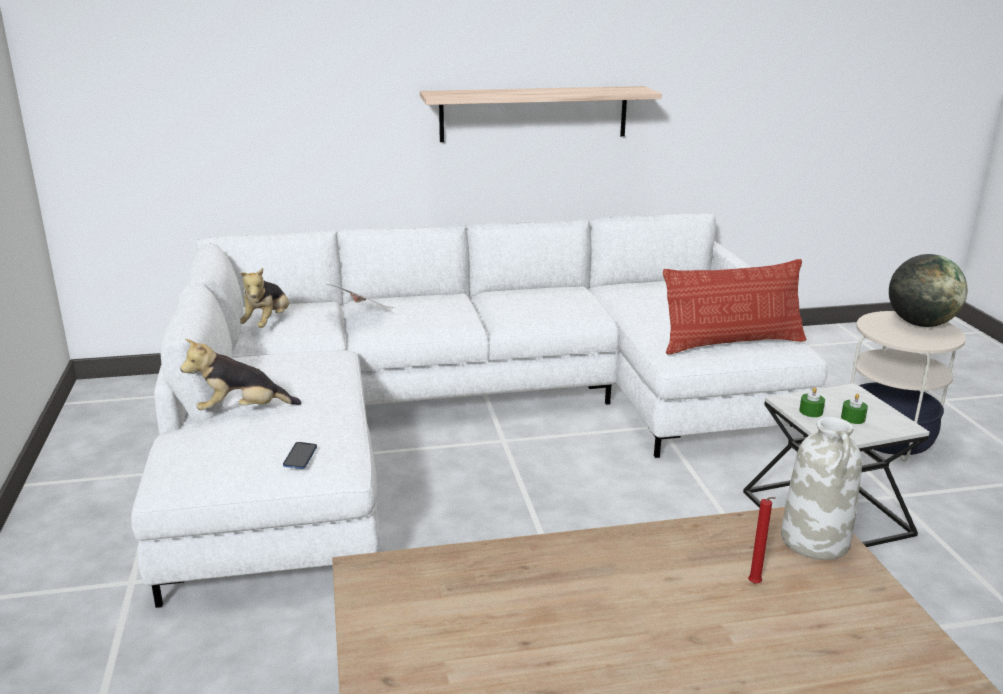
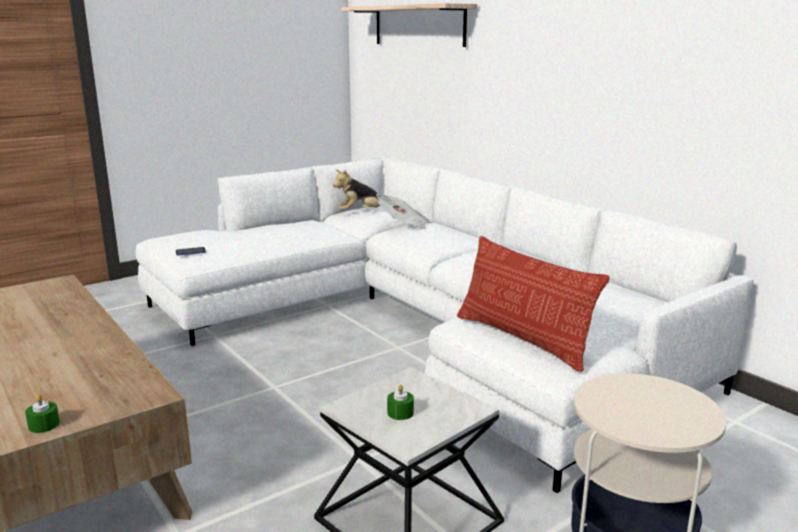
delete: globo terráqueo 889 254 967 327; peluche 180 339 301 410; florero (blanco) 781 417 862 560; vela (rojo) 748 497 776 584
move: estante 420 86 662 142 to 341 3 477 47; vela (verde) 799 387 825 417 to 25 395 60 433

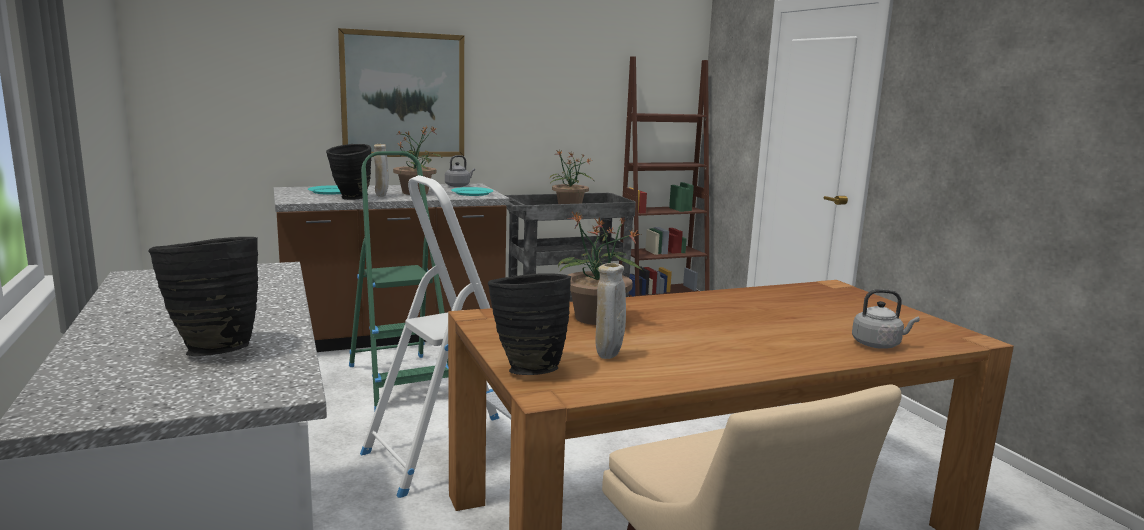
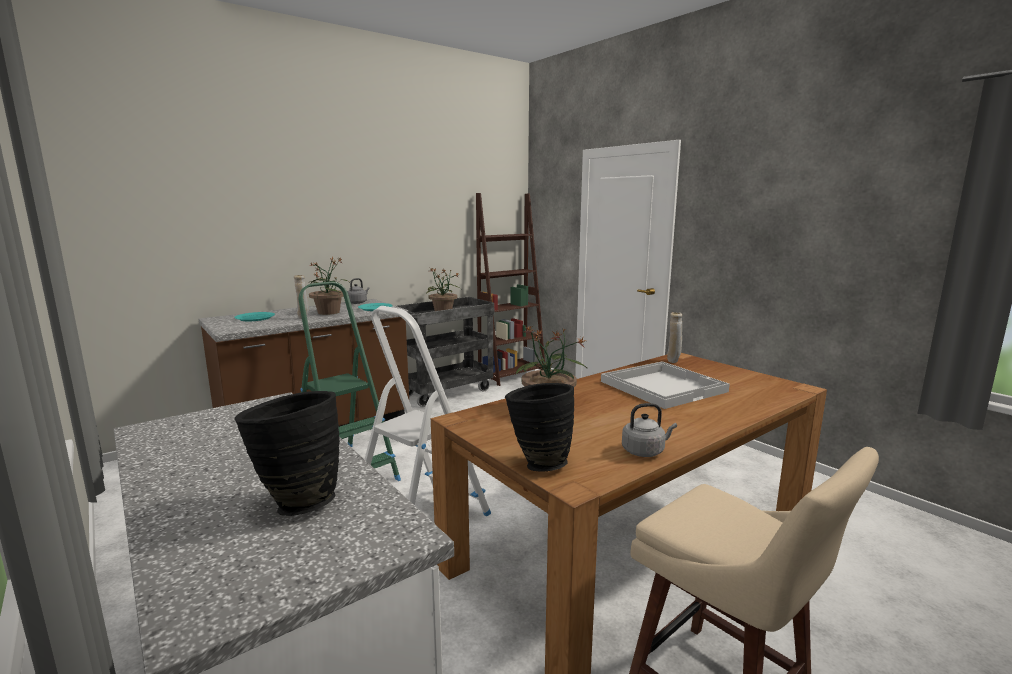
delete: cuadro 338 28 464 157; florero (negro) 326 144 371 200
insert: bandeja (blanco) 601 361 730 409
move: florero (beis) 596 263 626 359 to 667 312 682 363; hervidor (gris) 852 289 920 348 to 622 403 677 457

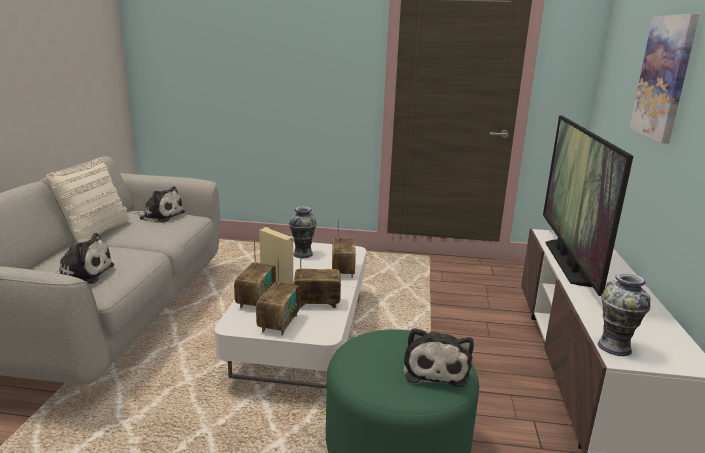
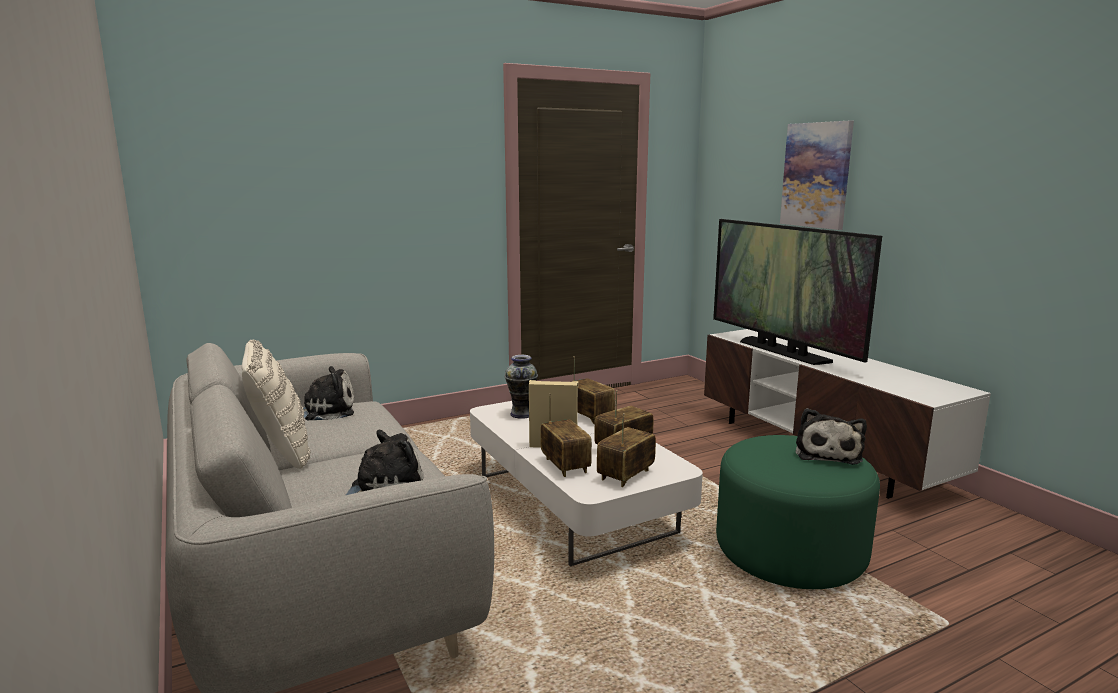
delete: florero 598 273 651 356
rotate: radio 256 258 300 336 = 597 413 656 487 120 degrees counterclockwise; peluche 404 328 474 387 = 796 408 867 465 45 degrees clockwise

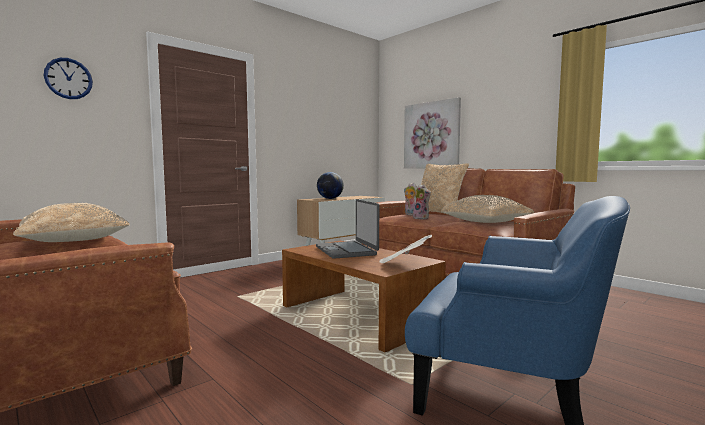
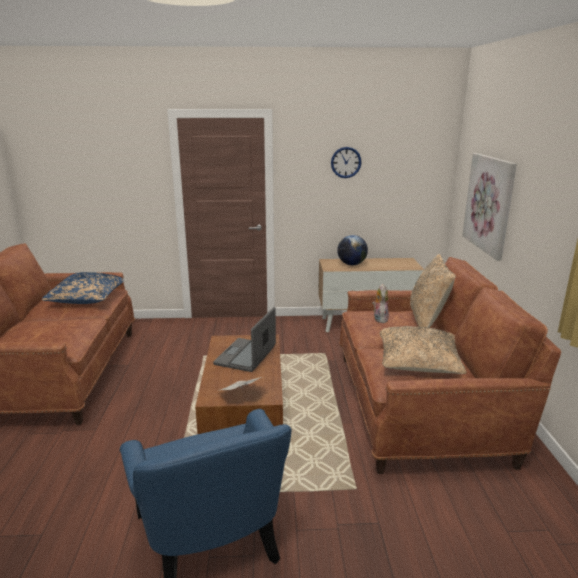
delete: peluche 413 184 431 220
move: reloj de pared 44 58 93 99 to 331 147 362 178
recolor: cojín (beis) 14 203 130 242 to cojín (azul) 42 272 124 304

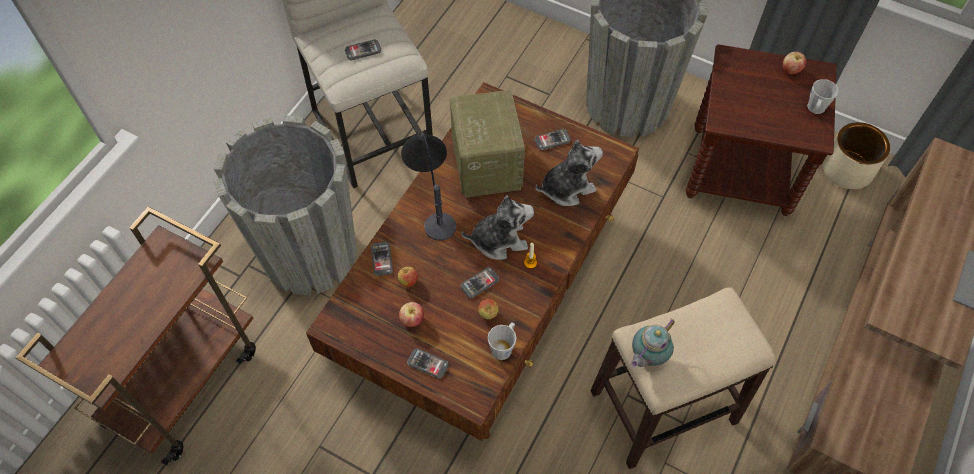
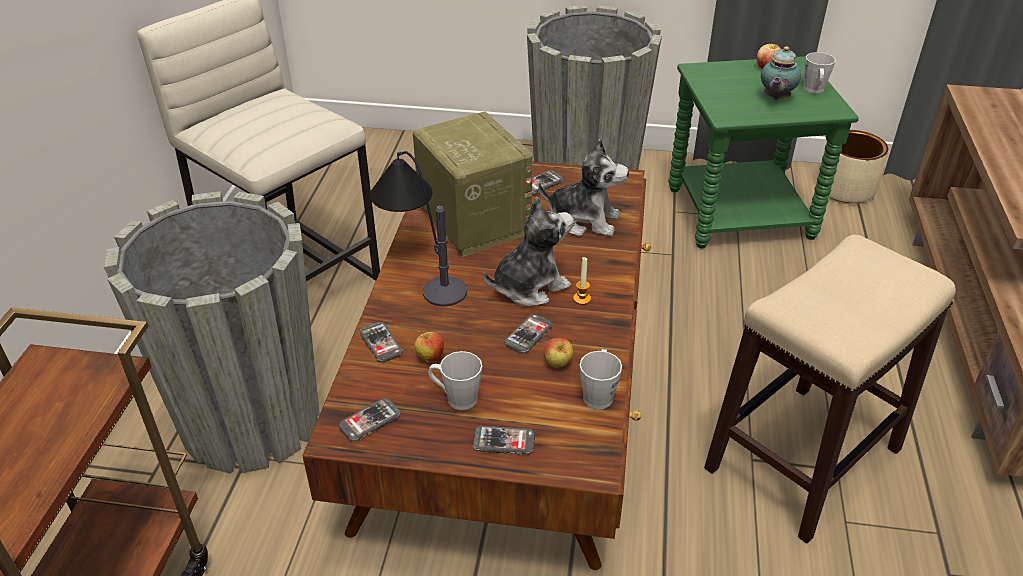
move: móvil 345 39 381 60 to 339 398 400 442; tetera 631 318 674 367 to 761 46 801 100
replace: manzana 399 302 424 327 to taza grande (gris) 428 351 482 410
recolor: mesa auxiliar (marrón) 686 44 837 216 to mesa auxiliar (verde) 668 56 859 249
rotate: peluche 535 140 603 206 = 538 139 629 237 60 degrees clockwise

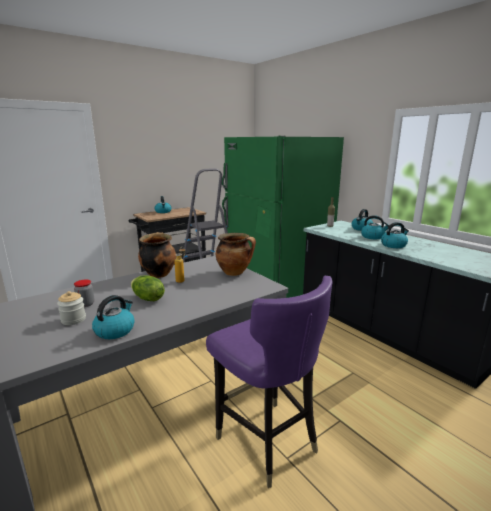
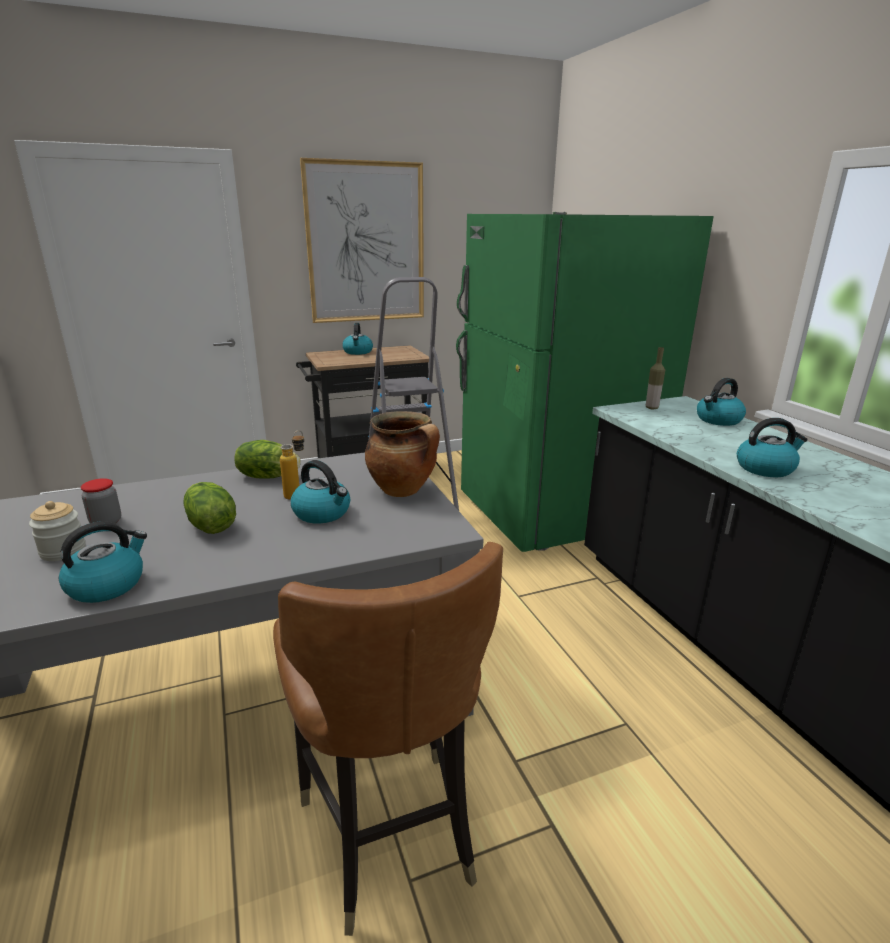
insert: cuadro 300 158 424 323
move: hervidor 361 215 390 239 to 291 460 350 523
replace: olla 138 232 176 278 to lechuga 235 440 301 479
recolor: silla (morado) 206 276 333 488 to silla (marrón) 273 542 503 936

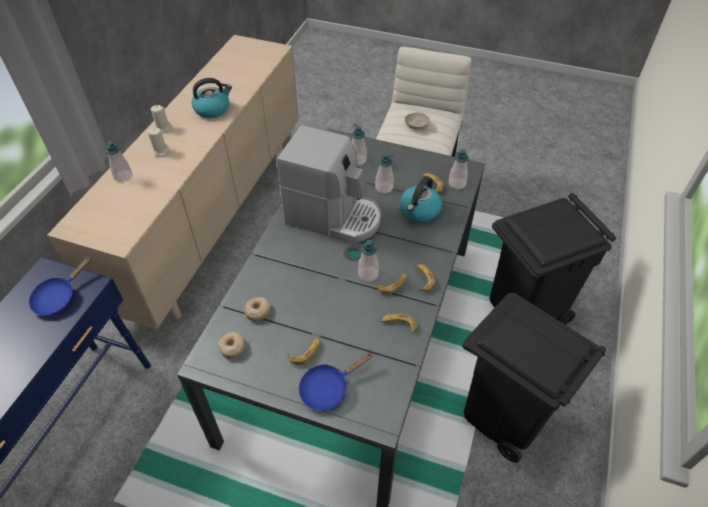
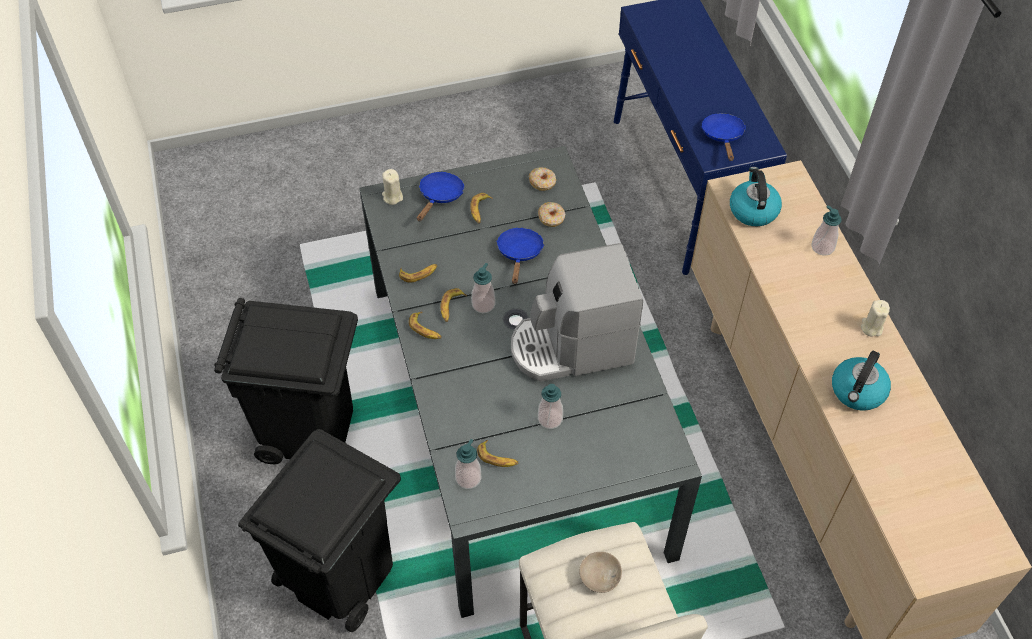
delete: dispensador de jabón 352 124 367 165
insert: sartén (azul) 497 228 544 284
move: vela (beis) 148 128 169 157 to 382 169 403 205; hervidor 400 176 442 222 to 730 167 782 227

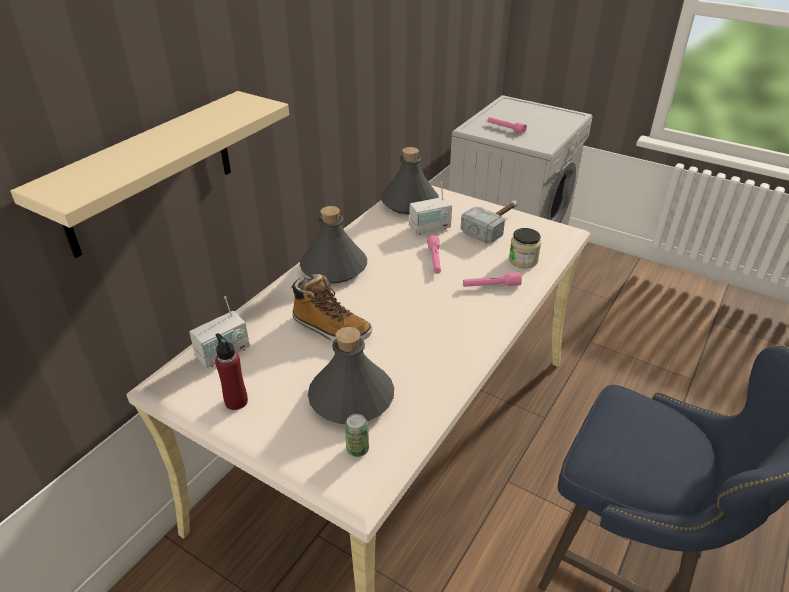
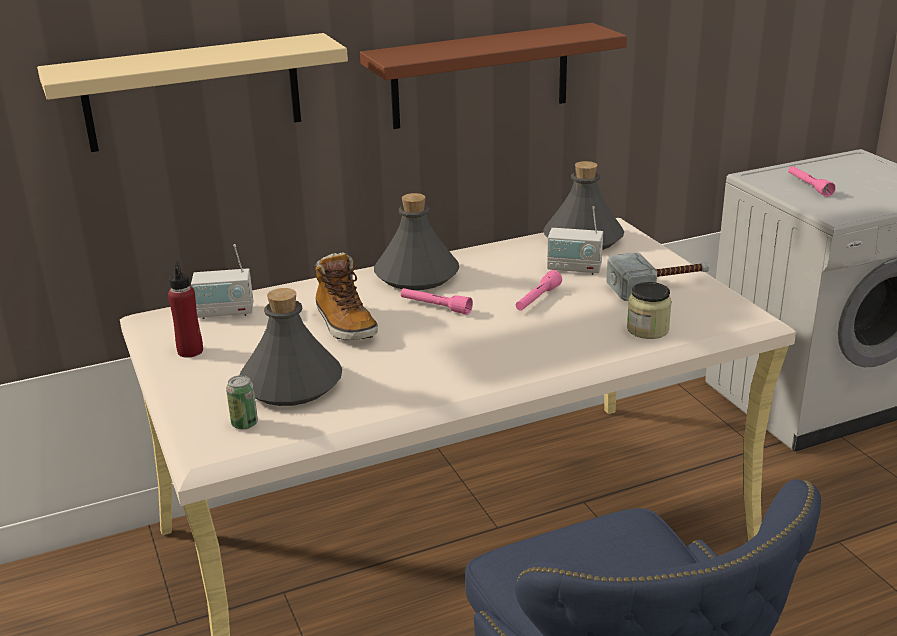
insert: estante (marrón) 360 23 627 129
move: linterna (rosa) 463 272 522 287 to 401 288 473 315

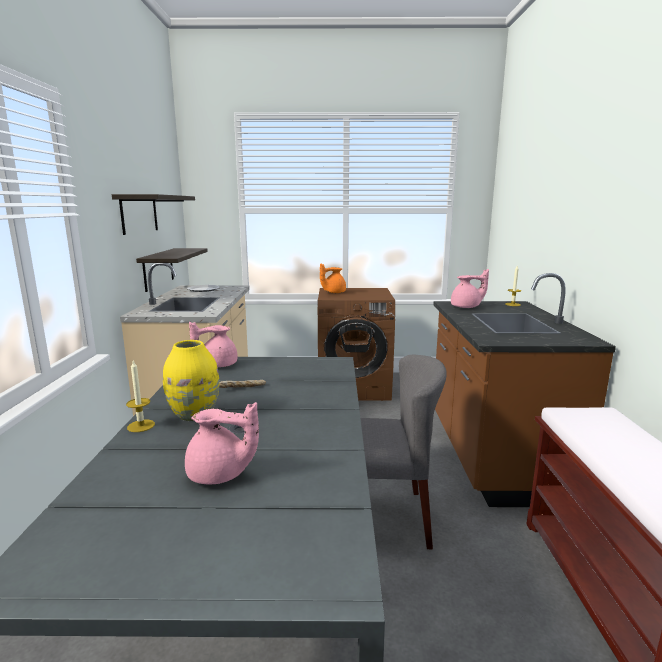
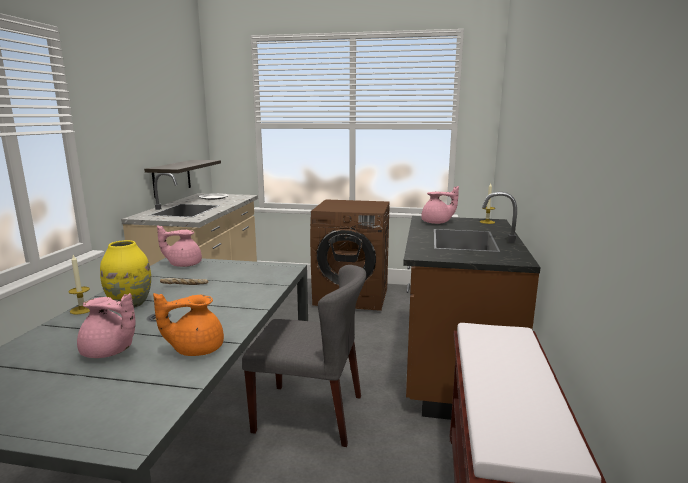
delete: estante 112 194 195 235
move: tetera (naranja) 320 264 346 293 to 153 293 224 356

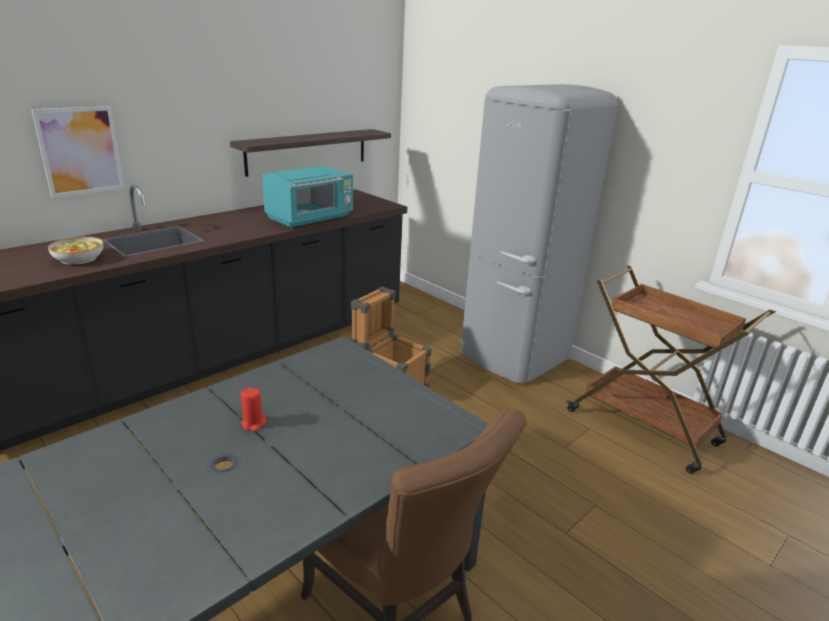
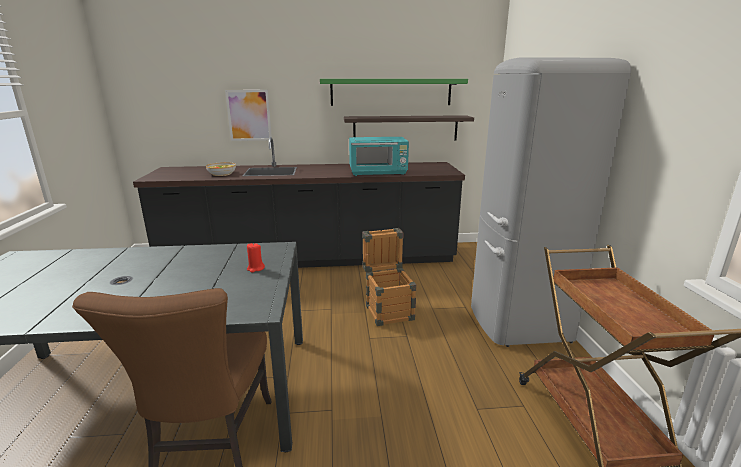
insert: estante (verde) 320 79 468 106
move: vela (rojo) 241 388 266 431 to 247 243 265 273

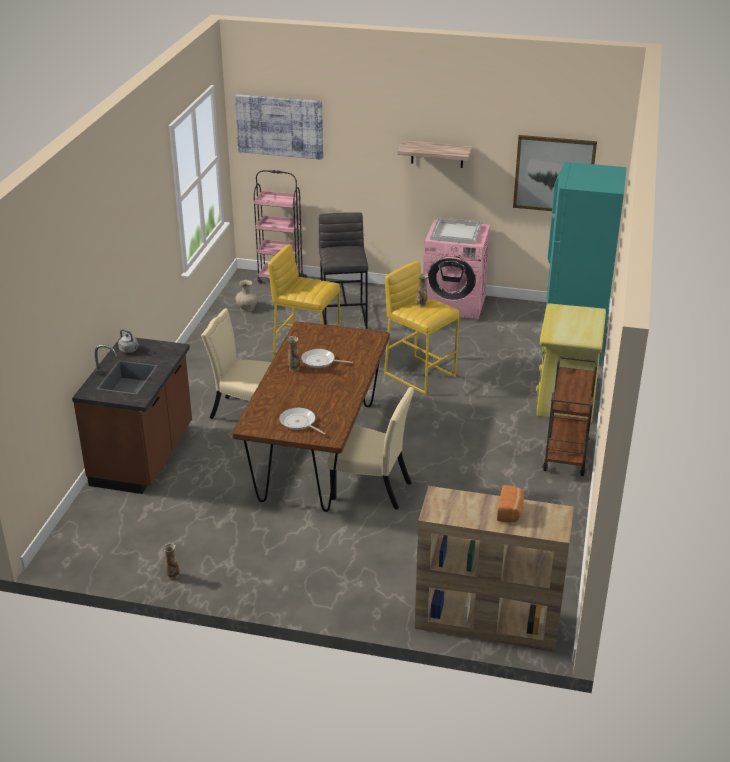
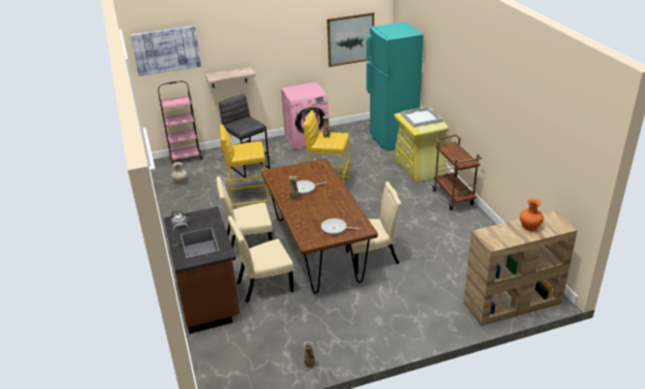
insert: silla (beis) 228 216 294 303
move: estante 397 140 473 168 to 205 67 256 88; bandeja (blanco) 430 217 481 244 to 400 106 443 127
replace: pan 497 485 524 522 to florero (naranja) 520 199 543 231

